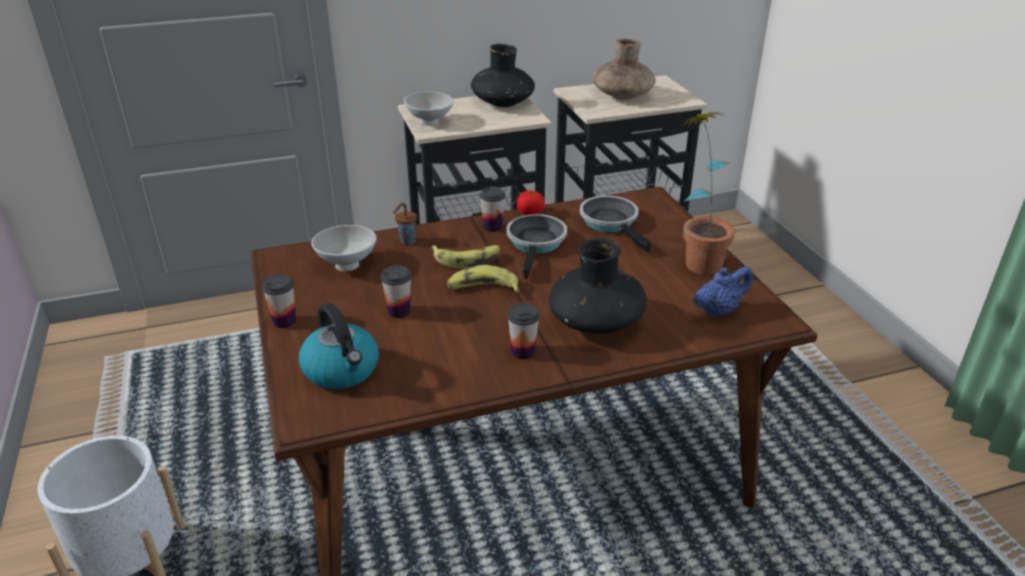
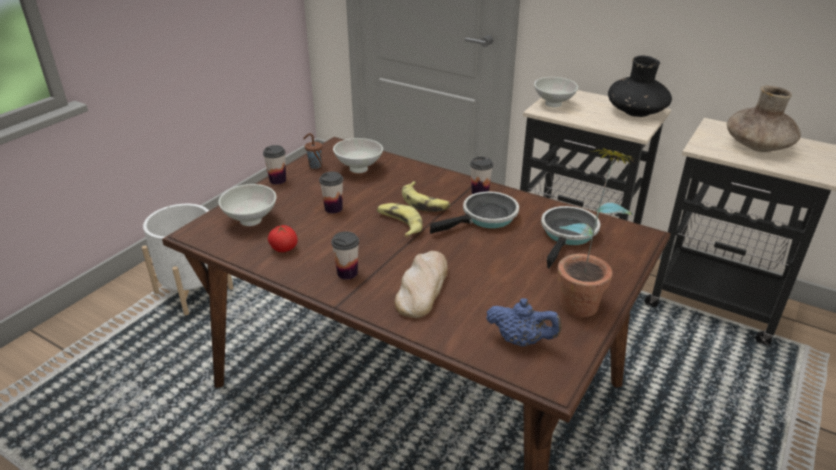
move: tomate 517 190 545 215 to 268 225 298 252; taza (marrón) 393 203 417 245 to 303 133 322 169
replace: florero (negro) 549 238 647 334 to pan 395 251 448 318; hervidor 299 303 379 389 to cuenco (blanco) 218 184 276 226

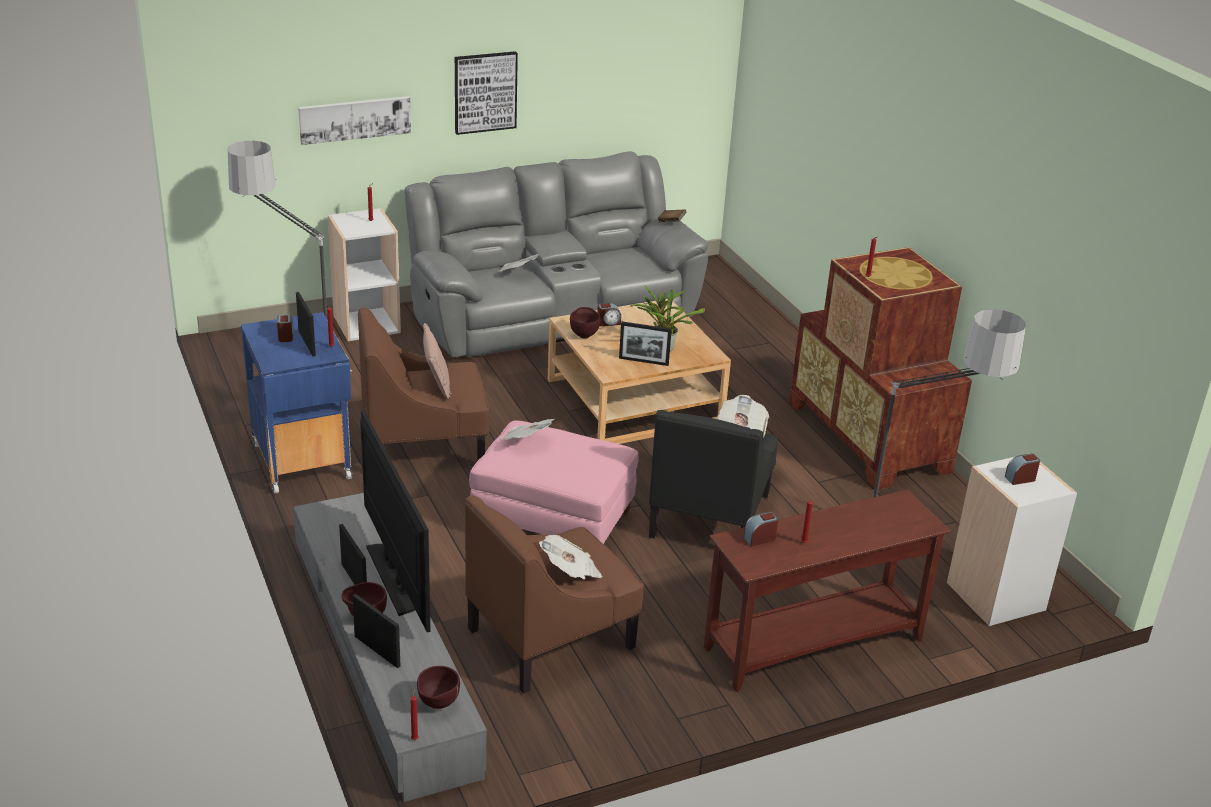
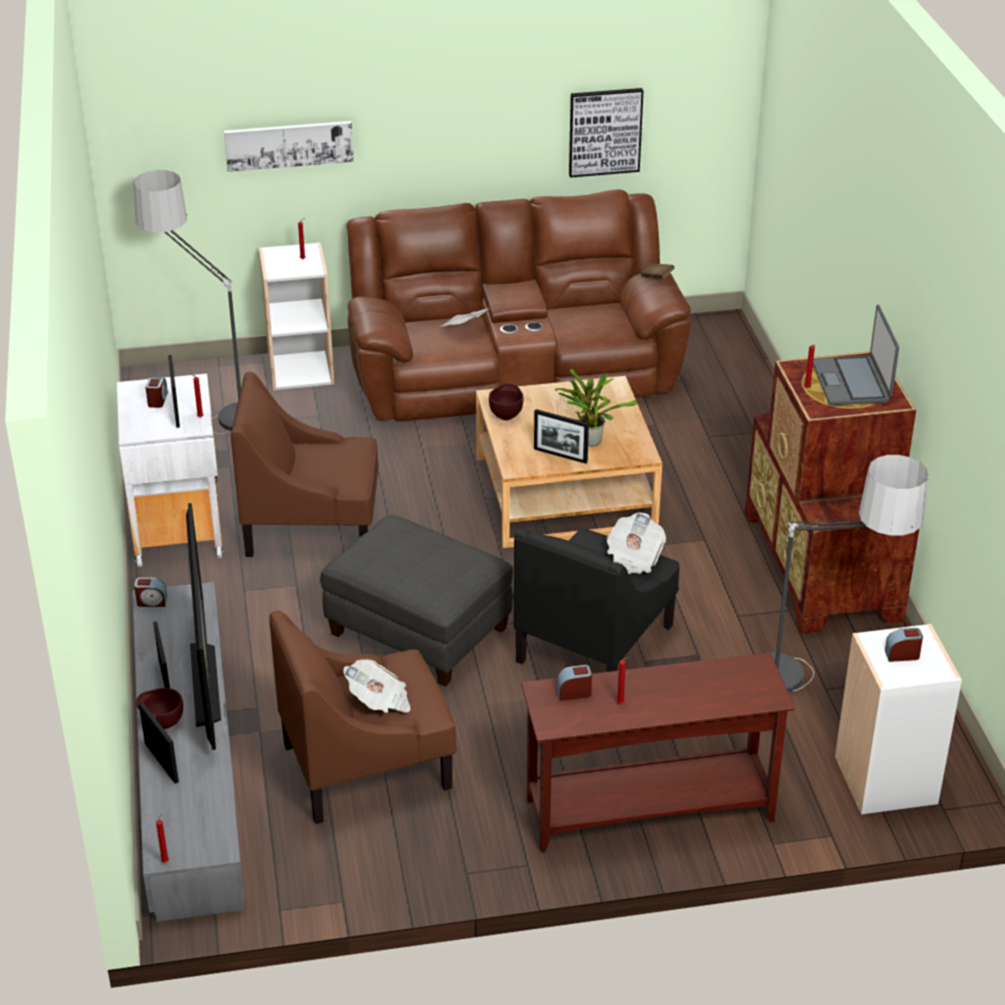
delete: cojín (beis) 423 323 451 399; periódico 501 419 555 440; cuenco (marrón) 417 666 460 709
insert: portátil 813 305 899 405
move: cuadro 455 51 518 135 to 569 88 643 178; despertador 597 303 621 326 to 134 578 167 607
recolor: sofá (gris) 405 152 708 357 to sofá (marrón) 347 190 691 421; carrito (azul) 241 312 352 494 to carrito (blanco) 117 374 223 567; puf (rosa) 469 420 639 544 to puf (gris) 320 515 513 687

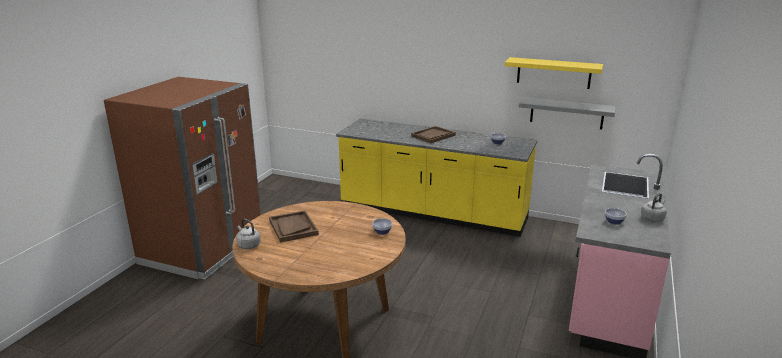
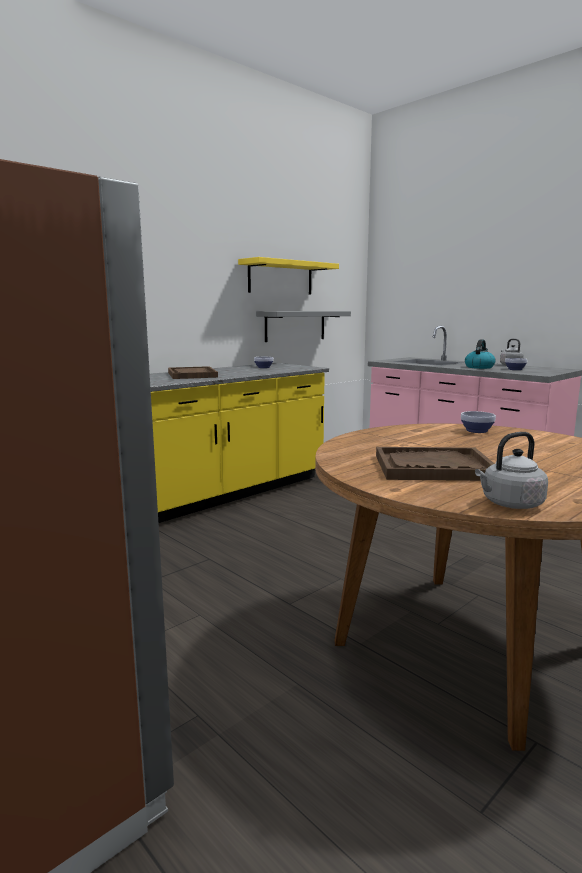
insert: hervidor 465 339 496 369

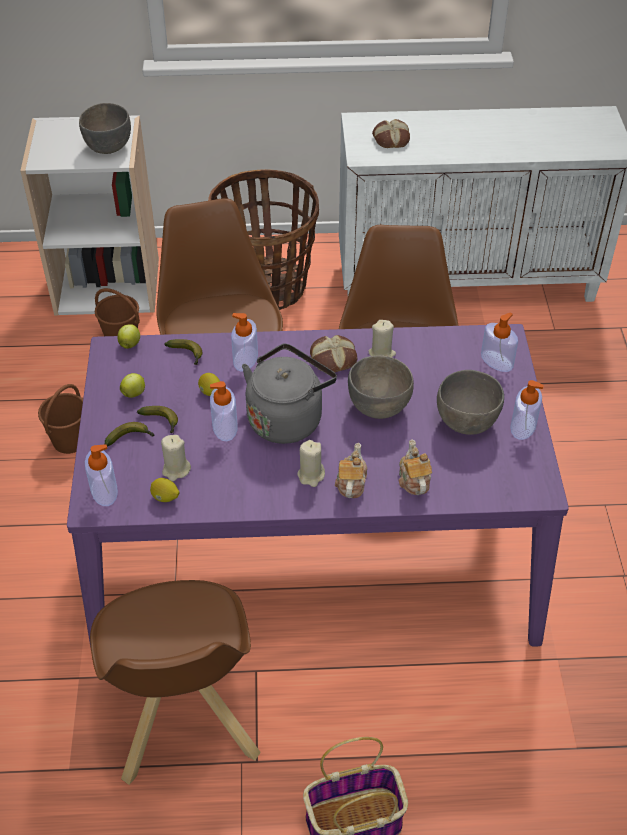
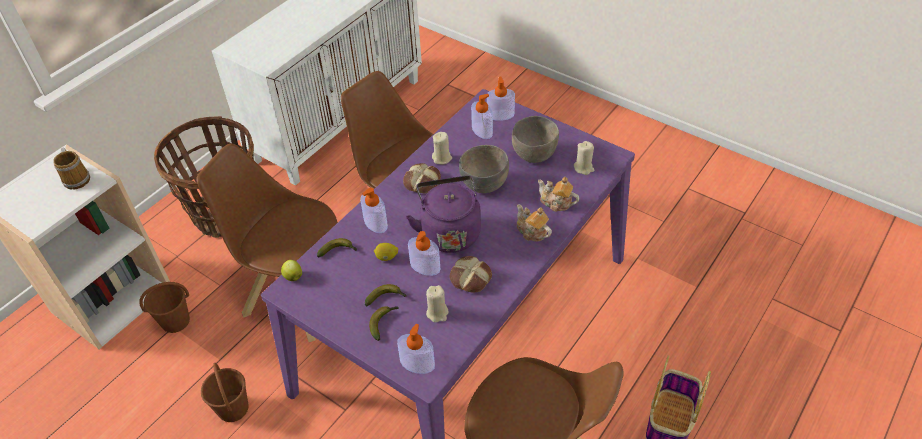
delete: manzana 120 373 145 398; limón 150 478 180 502
move: pan 372 119 410 148 to 449 256 492 292; dispensador de jabón 510 380 544 440 to 471 94 493 139; vela (beis) 297 440 325 487 to 574 141 594 175
replace: cuenco (gris) 79 103 131 154 to taza grande 53 148 90 190
recolor: hervidor (gris) 242 344 337 444 to hervidor (morado) 406 176 481 253

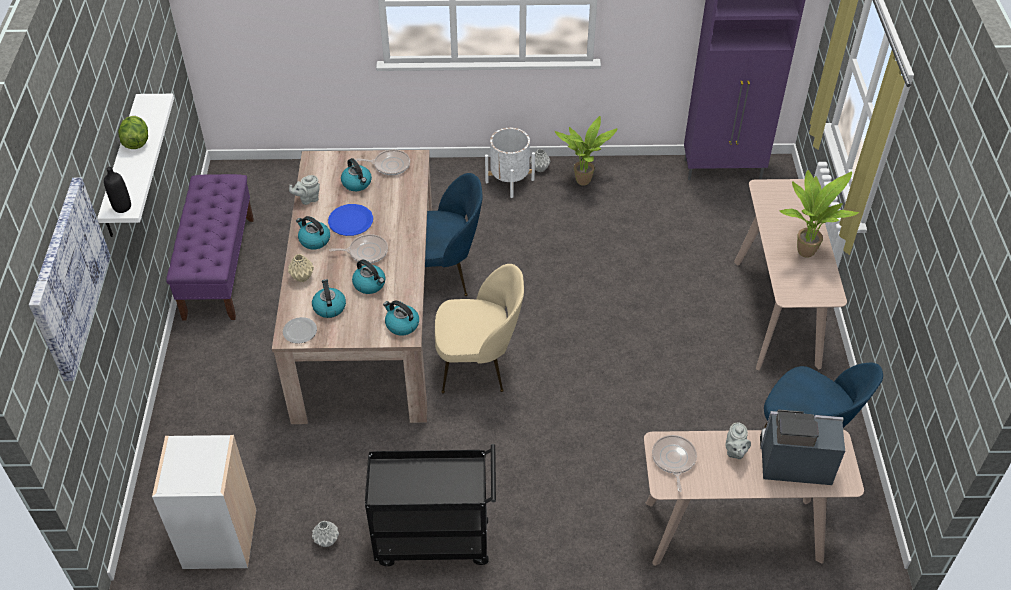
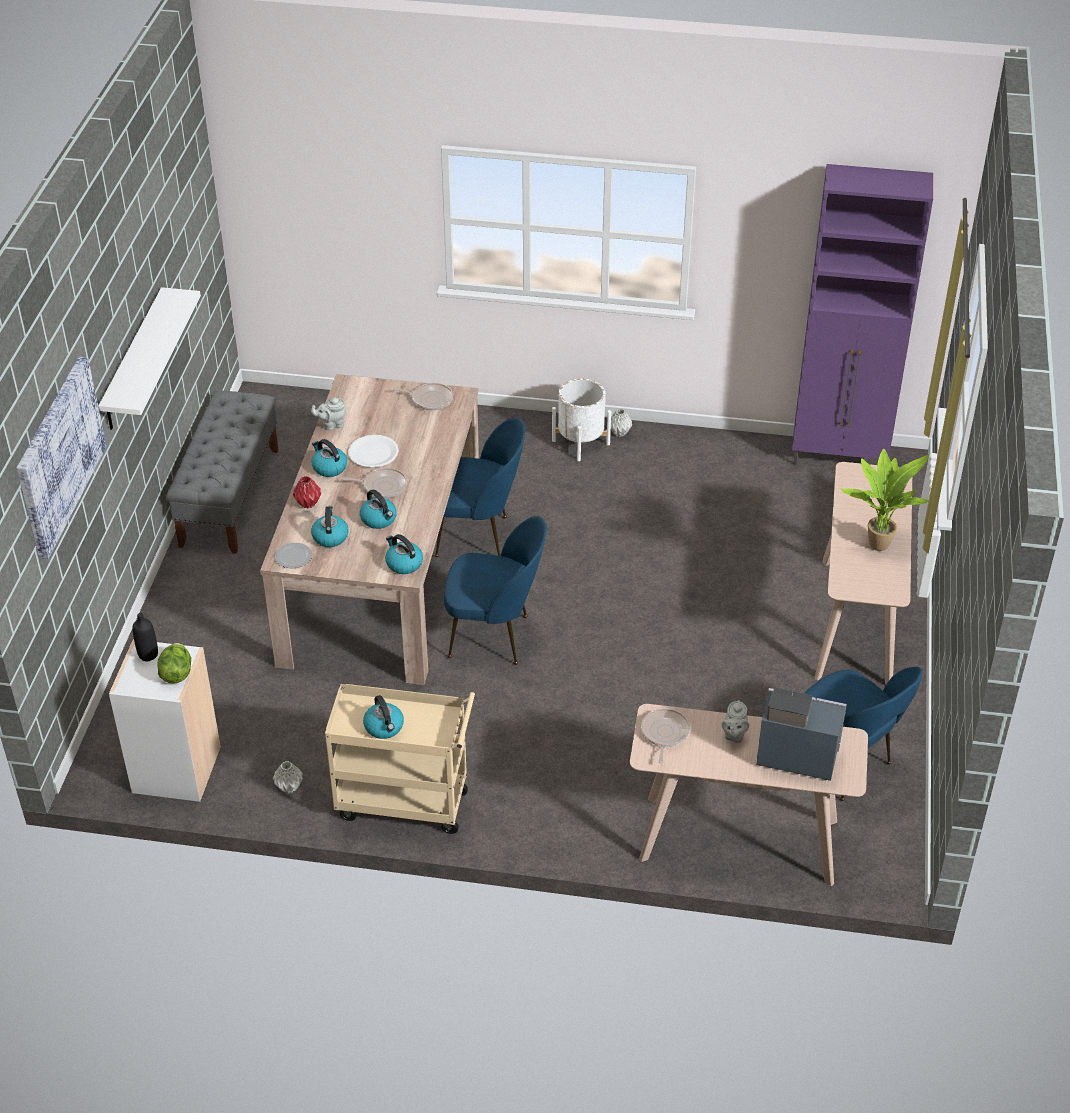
delete: planta en maceta 555 116 618 186
move: lechuga 118 116 148 149 to 158 643 191 684; hervidor 341 158 372 191 to 363 695 404 739; botella (negro) 104 167 131 213 to 132 613 158 661
recolor: banco (morado) 166 174 254 321 to banco (gris) 166 391 279 554; plato (azul) 328 204 373 236 to plato (blanco) 348 435 399 468; florero (beis) 288 254 314 282 to florero (rojo) 293 476 321 508; silla (beis) 435 264 524 394 to silla (azul) 444 516 547 665; carrito (negro) 365 444 496 566 to carrito (beis) 325 684 475 834

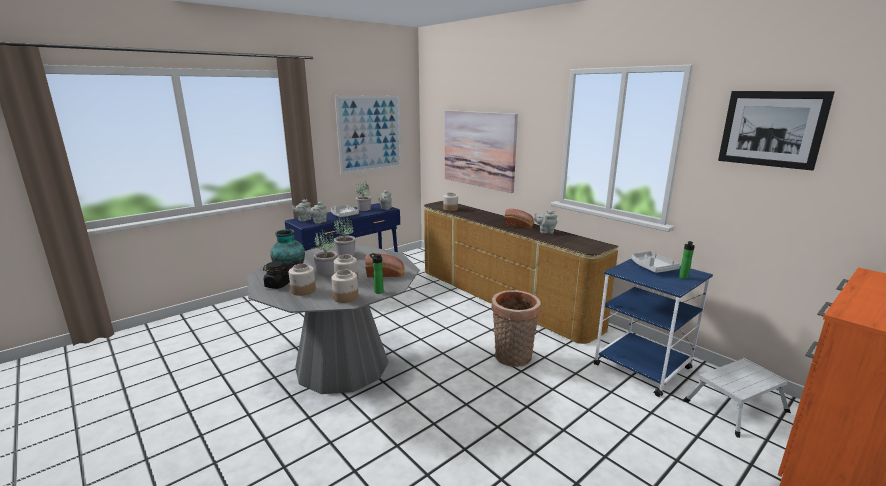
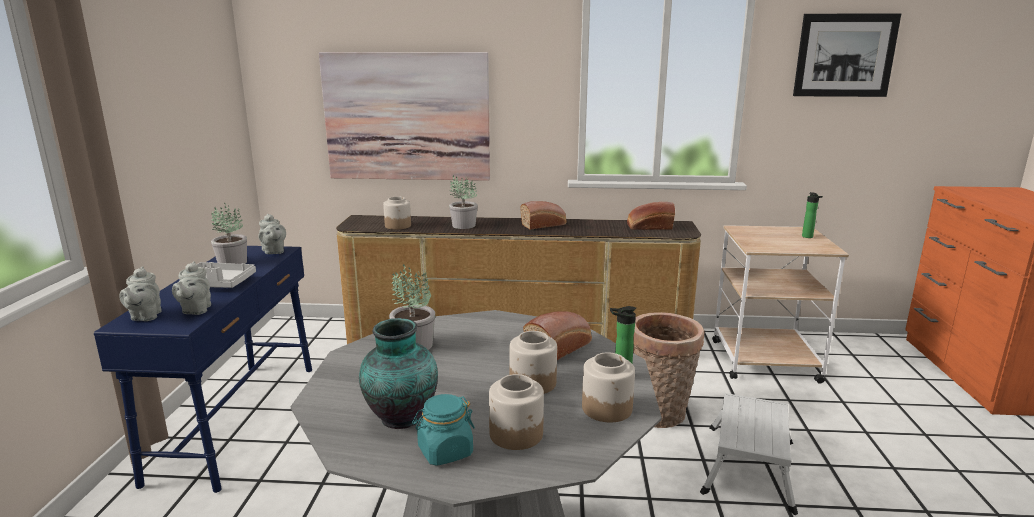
delete: cuadro 335 95 402 174; tetera (gris) 533 210 558 234; bandeja (gris) 632 251 680 273
insert: pan 627 202 675 230
move: planta en maceta 313 229 338 276 to 449 175 478 229; escalera de tijera (blanco) 683 358 791 438 to 700 393 798 515
recolor: carrito (azul) 593 258 713 397 to carrito (beis) 712 225 849 384; tarro (negro) 263 261 290 289 to tarro (turquesa) 412 394 475 466

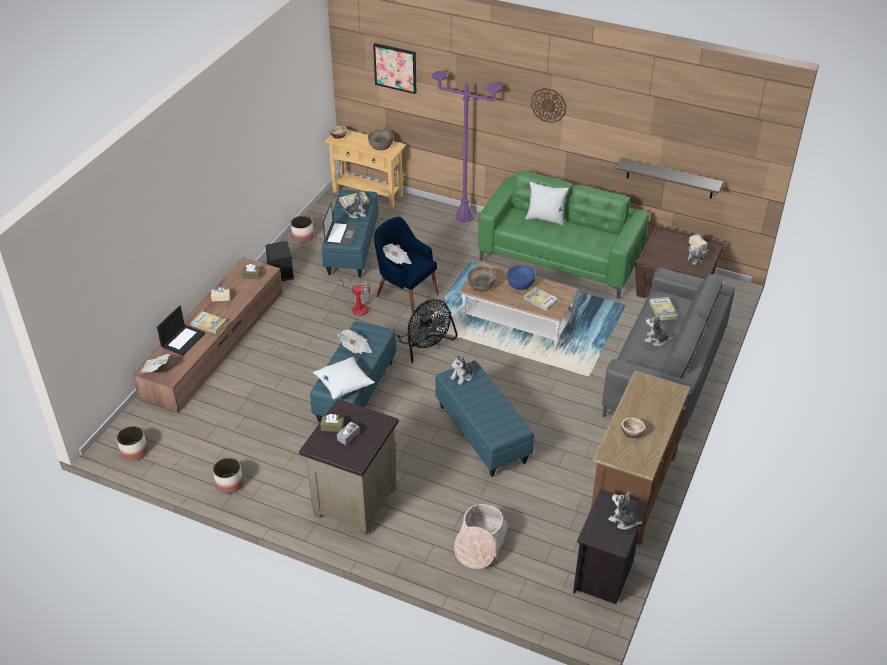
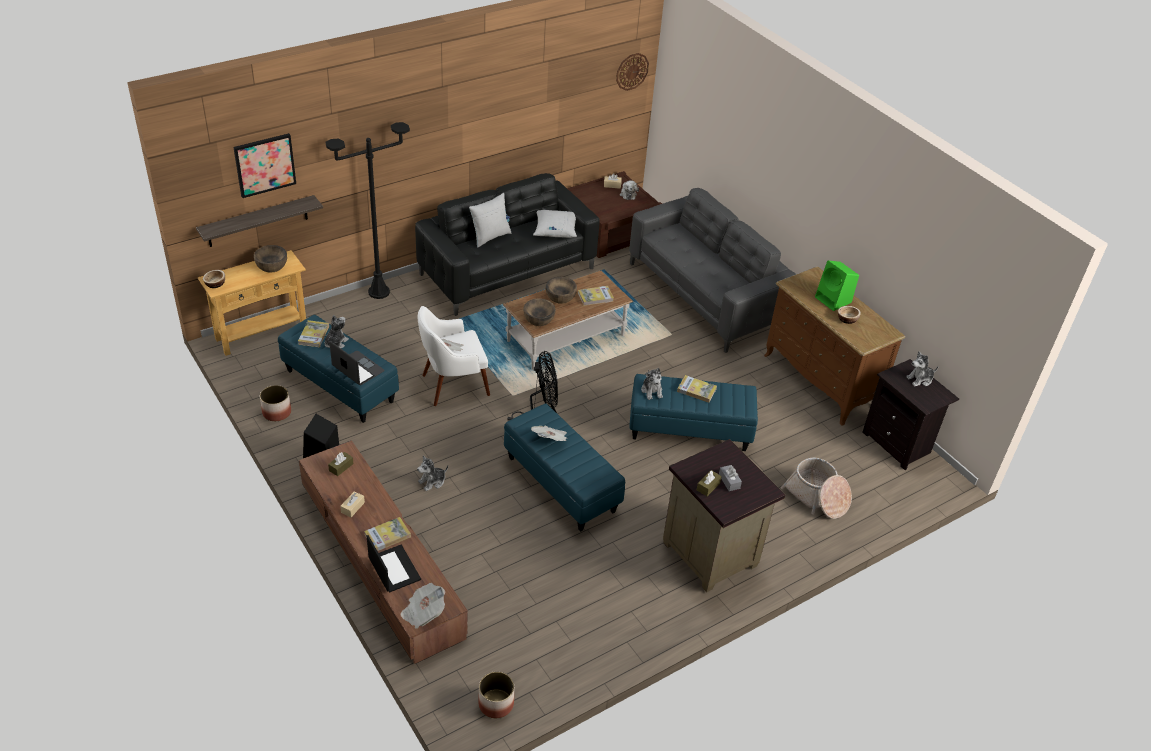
delete: ventilador 339 277 370 316; maceta 213 458 244 494
insert: altavoz (verde) 815 260 859 311
move: reloj de pared 531 88 566 123 to 616 53 649 91; estante 615 157 723 199 to 196 195 323 247; libro 649 297 677 321 to 677 375 717 403; peluche 644 314 674 346 to 417 455 448 491; cojín (gris) 313 356 375 399 to 533 210 577 238
recolor: lámpara de pie (morado) 432 71 502 222 to lámpara de pie (negro) 326 122 410 299; sofá (verde) 478 171 649 299 to sofá (negro) 415 173 600 316; sillón (azul) 374 217 439 315 to sillón (blanco) 417 306 490 406; cuenco (azul) 507 265 536 290 to cuenco (marrón) 546 277 577 304

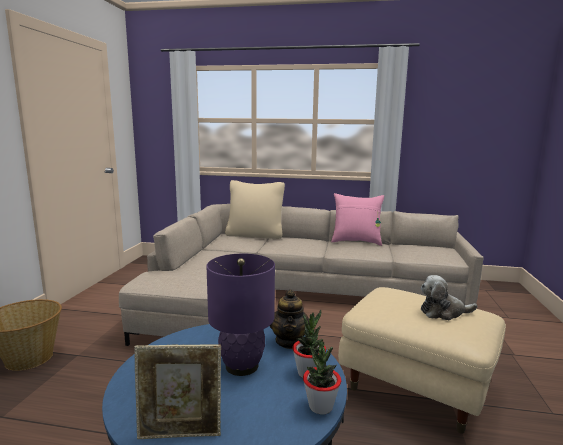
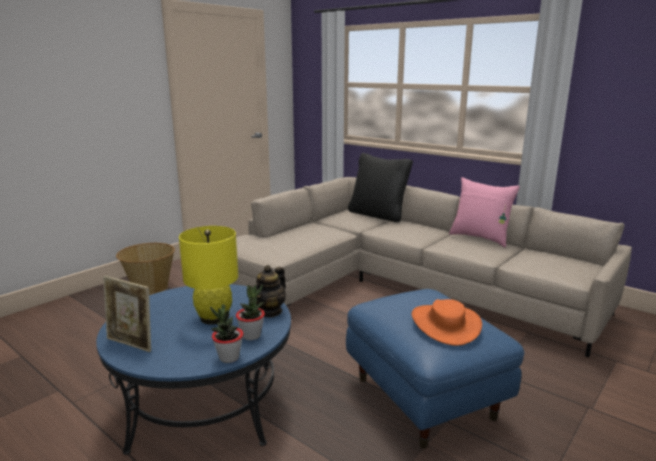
replace: peluche 421 275 477 320 to sombrero (naranja) 412 299 482 346
recolor: cojín (beis) 225 180 285 239 to cojín (negro) 348 153 413 222; lámpara de mesa (morado) 206 254 275 376 to lámpara de mesa (amarillo) 179 226 238 325; puf (beis) 338 287 506 434 to puf (azul) 346 289 524 449

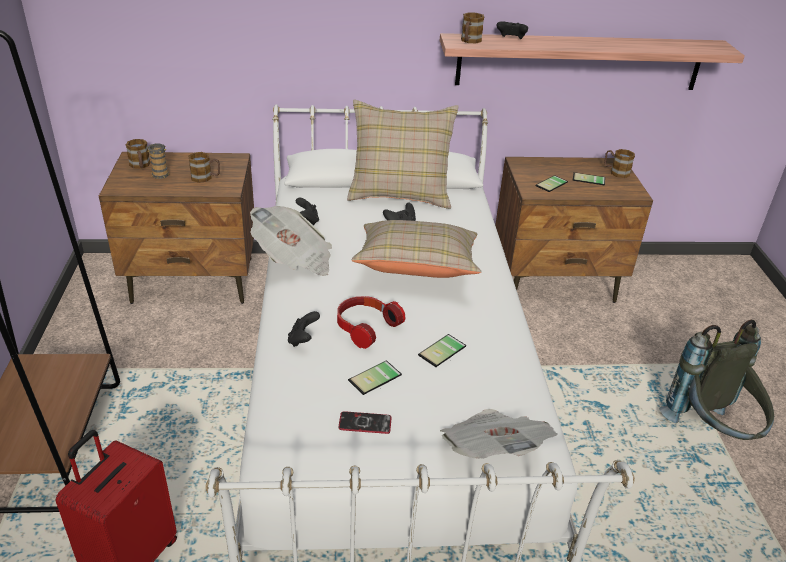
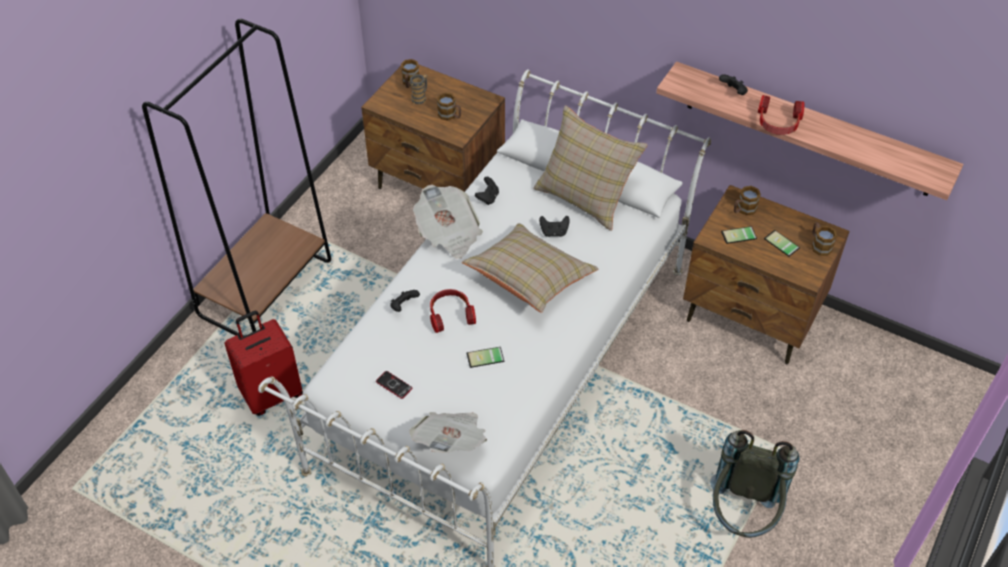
delete: móvil 348 360 402 395
insert: auriculares 758 95 805 135
move: taza grande 461 12 484 43 to 734 186 761 216

